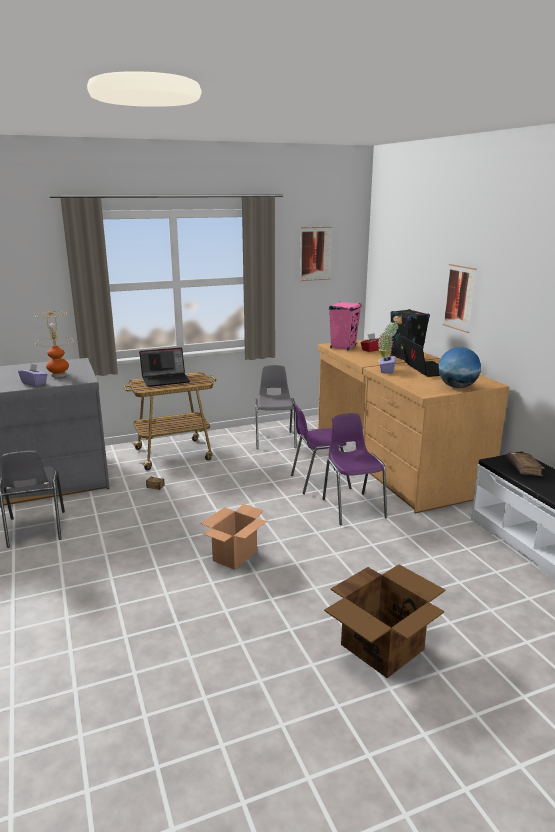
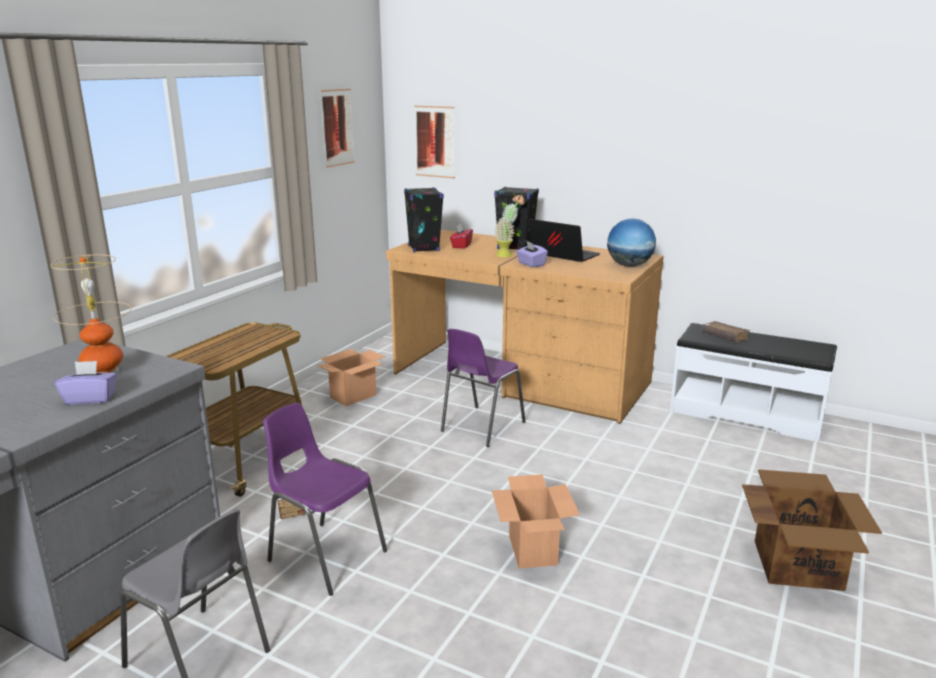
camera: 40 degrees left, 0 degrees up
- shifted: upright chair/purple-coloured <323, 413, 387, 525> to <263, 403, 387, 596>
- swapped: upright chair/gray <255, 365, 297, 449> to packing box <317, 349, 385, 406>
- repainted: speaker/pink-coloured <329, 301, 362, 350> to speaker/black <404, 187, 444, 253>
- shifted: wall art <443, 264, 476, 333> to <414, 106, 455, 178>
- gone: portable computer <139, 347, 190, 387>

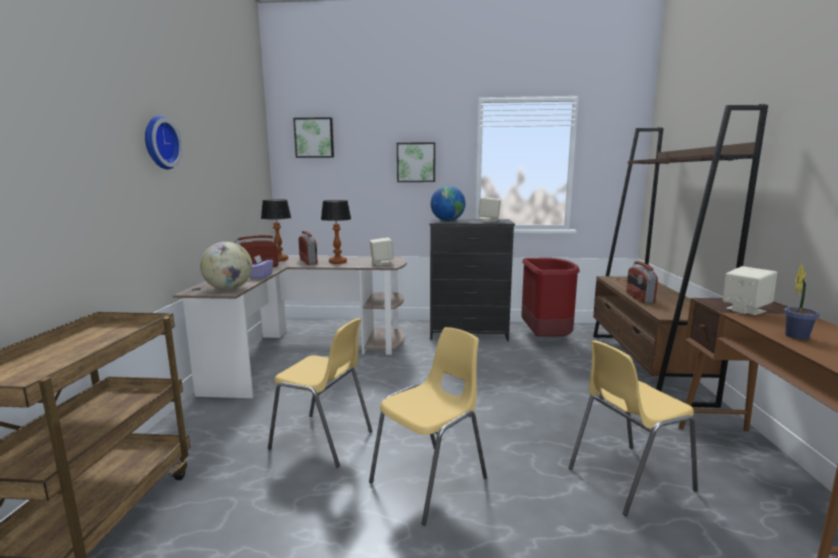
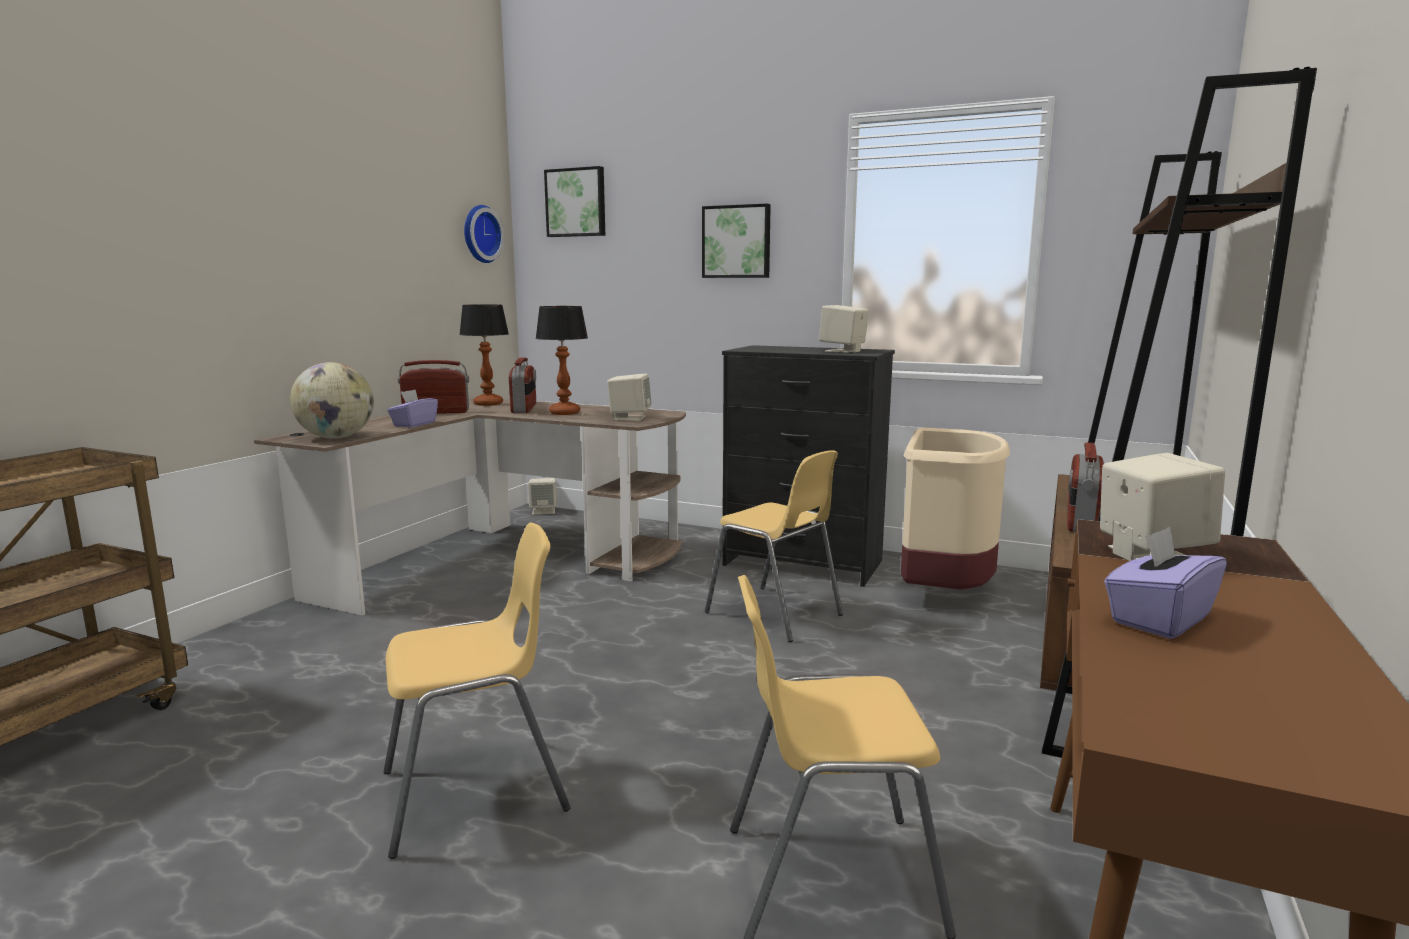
camera: 20 degrees right, 0 degrees up
- shifted: hanging clock <145, 116, 182, 170> to <464, 205, 504, 263>
- new: speaker/beige-coloured <528, 478, 557, 515>
- shifted: upright chair/yellow <268, 318, 373, 468> to <705, 450, 843, 642>
- repainted: waste bin/reddish <521, 258, 580, 337> to waste bin/beige-coloured <901, 428, 1010, 590>
- swapped: potted plant <784, 263, 820, 340> to box of tissues/purple-coloured <1104, 526, 1227, 639>
- gone: globe <431, 186, 465, 221>

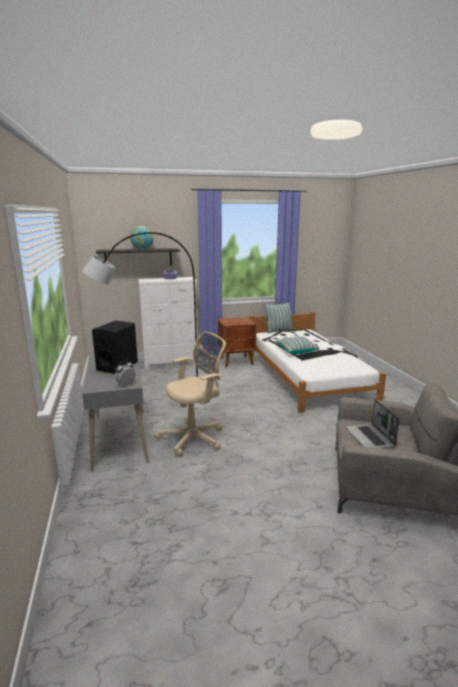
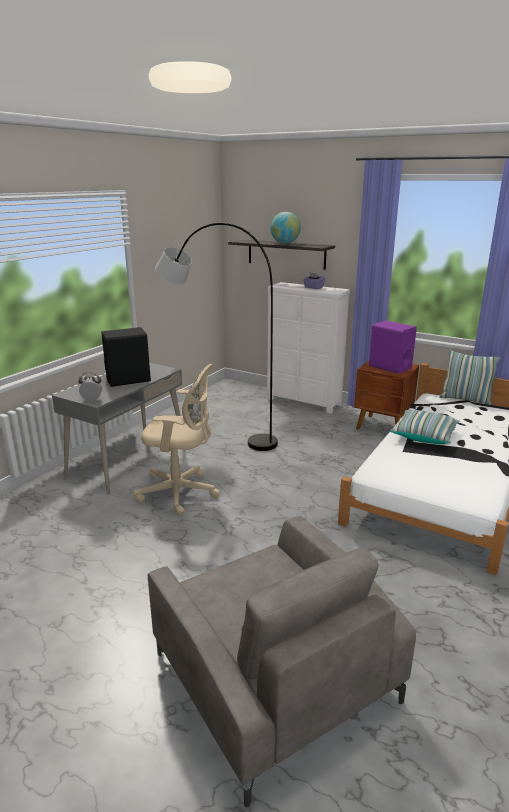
camera: 45 degrees right, 5 degrees up
- new: speaker/purple-coloured <369, 320, 417, 374>
- gone: portable computer <346, 399, 400, 449>

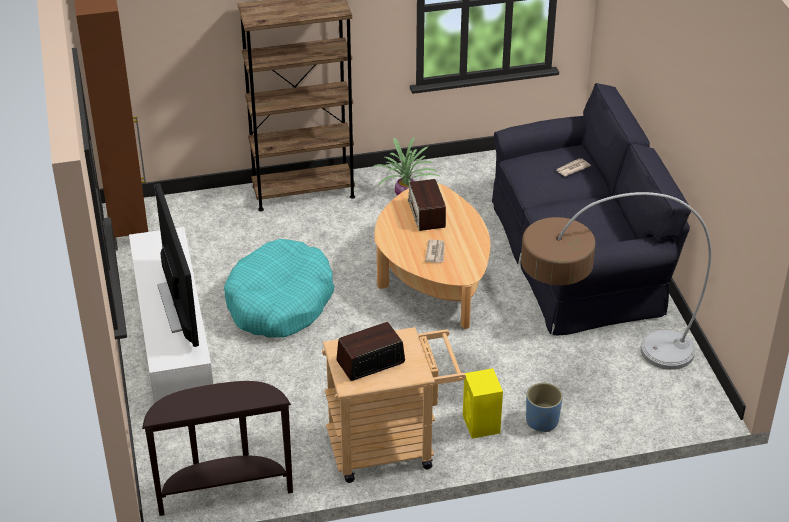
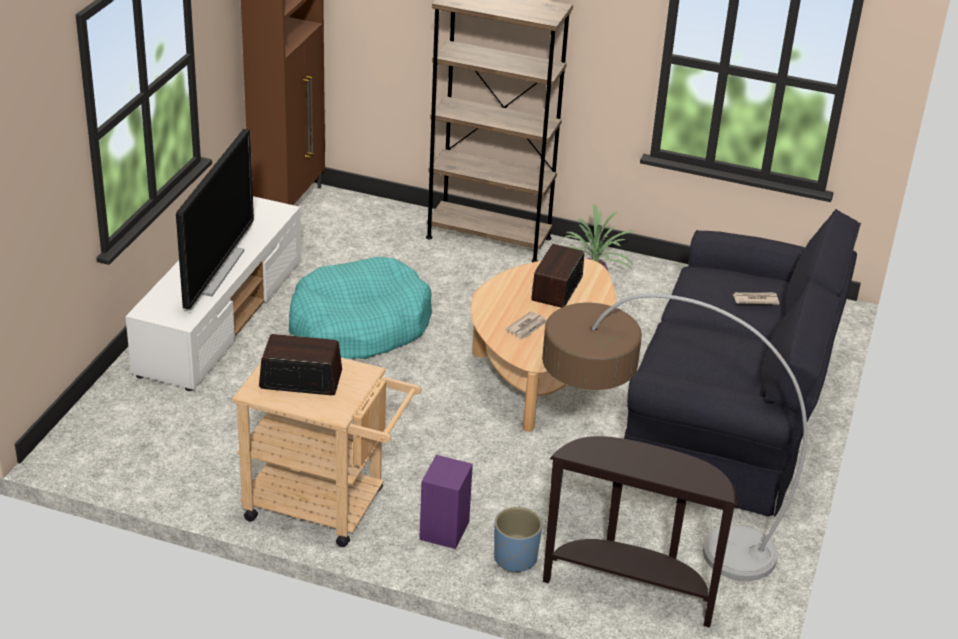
camera: 30 degrees right, 5 degrees down
- repainted: speaker/yellow <463, 368, 503, 439> to speaker/purple-coloured <419, 455, 473, 549>
- shifted: narrow table/brownish <142, 381, 293, 516> to <543, 436, 737, 628>

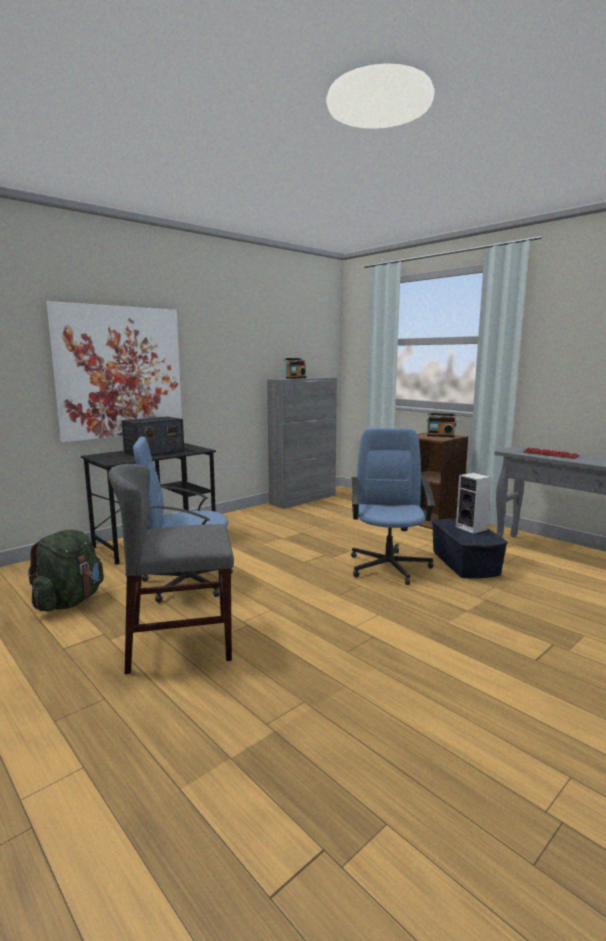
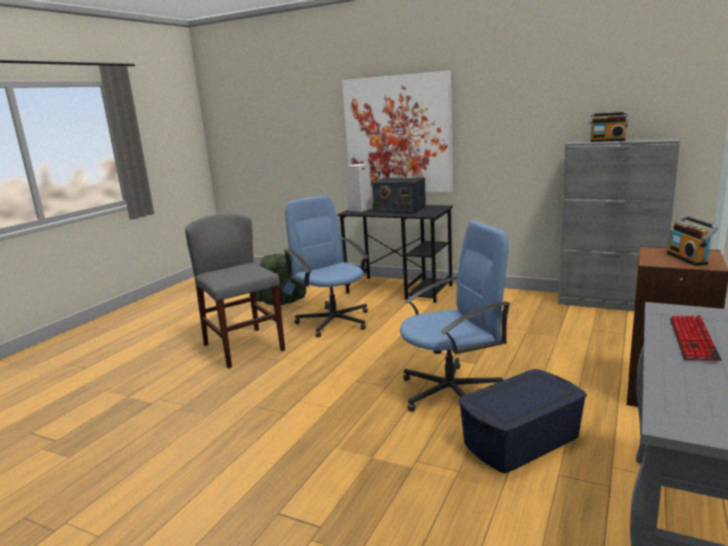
camera: 70 degrees right, 5 degrees up
- shifted: speaker <456, 473, 492, 534> to <345, 164, 373, 212>

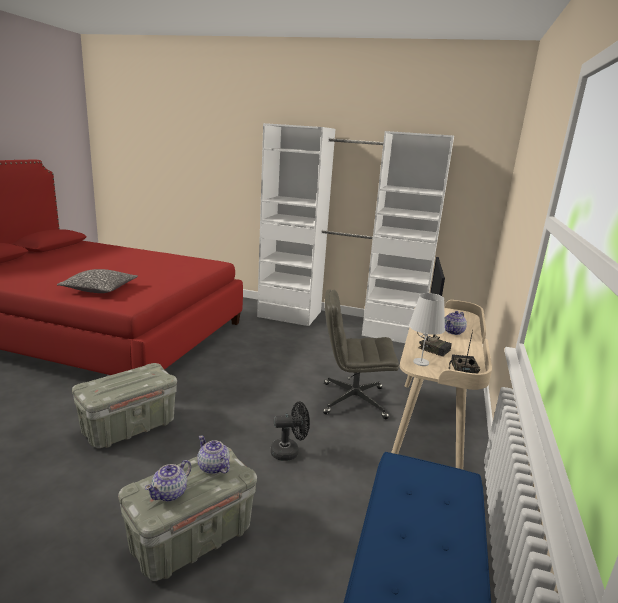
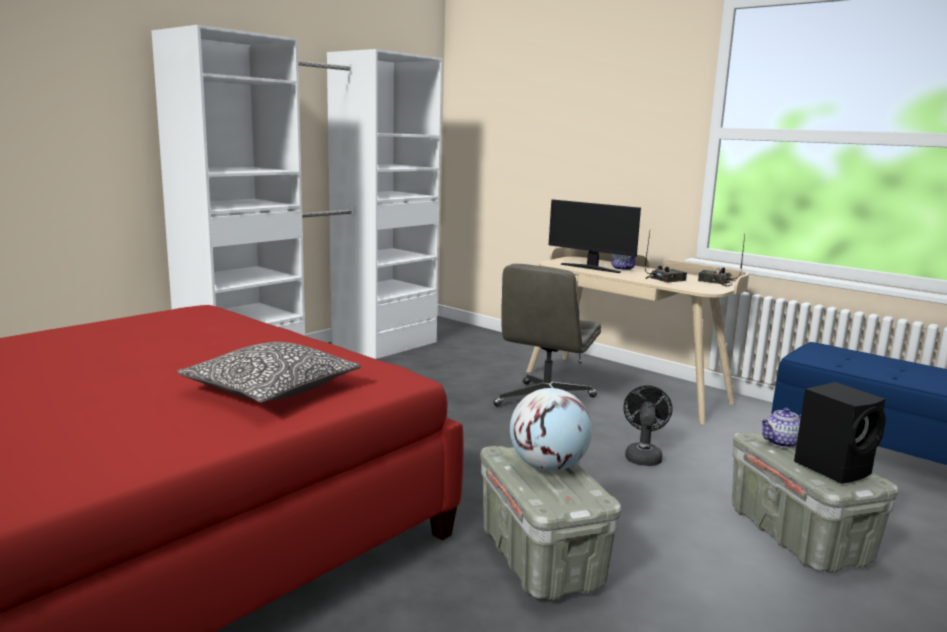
camera: 65 degrees left, 5 degrees down
- new: globe <510, 388, 592, 471>
- swapped: pot for tea <145, 460, 191, 502> to speaker/black <794, 382, 886, 484>
- gone: tabletop lamp/white-coloured <409, 293, 445, 366>

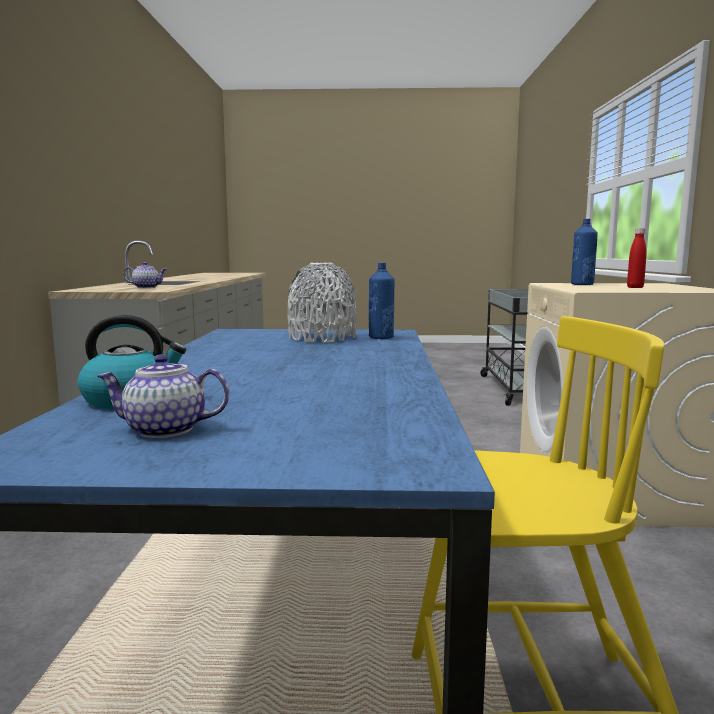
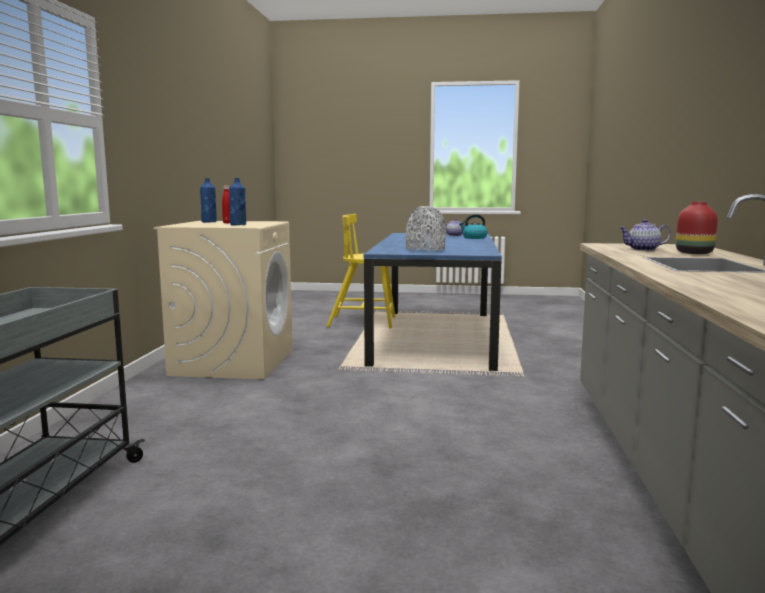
camera: 175 degrees left, 0 degrees up
- shifted: drink bottle/blue <369, 263, 395, 339> to <200, 178, 217, 223>
- new: vase/reddish <676, 202, 718, 254>

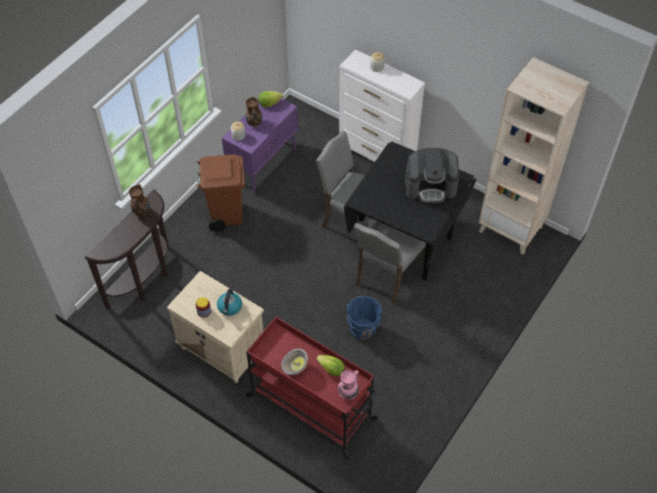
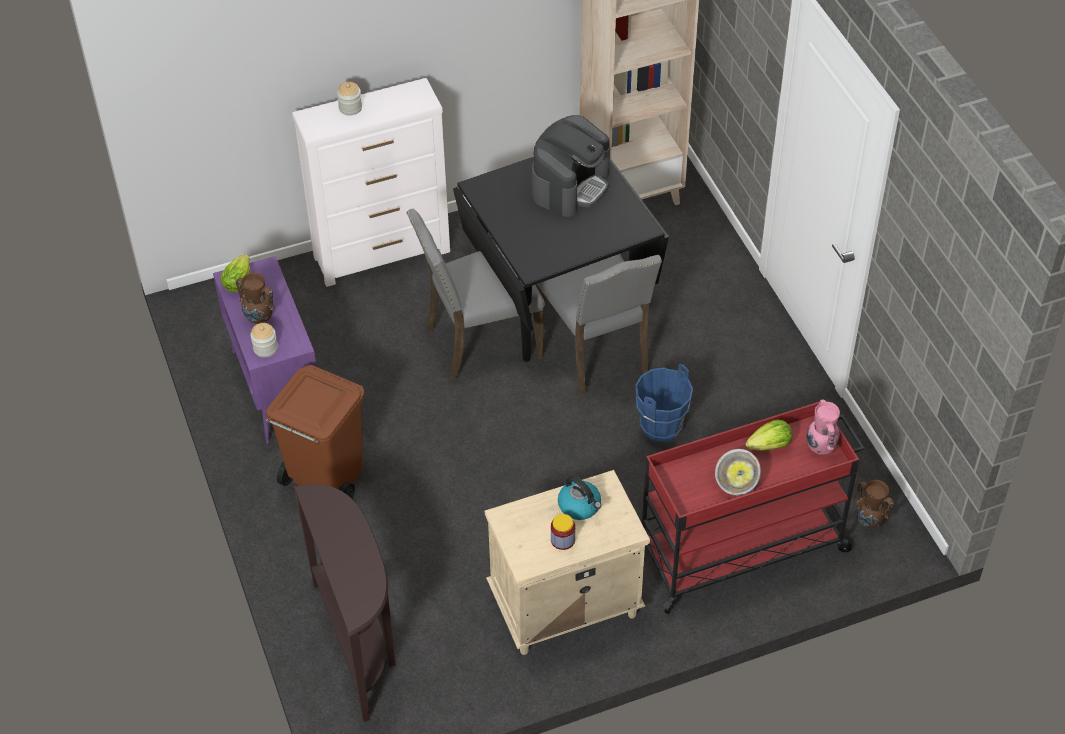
camera: 55 degrees left, 5 degrees down
- shifted: vase/brownish <129, 184, 150, 216> to <855, 480, 894, 529>

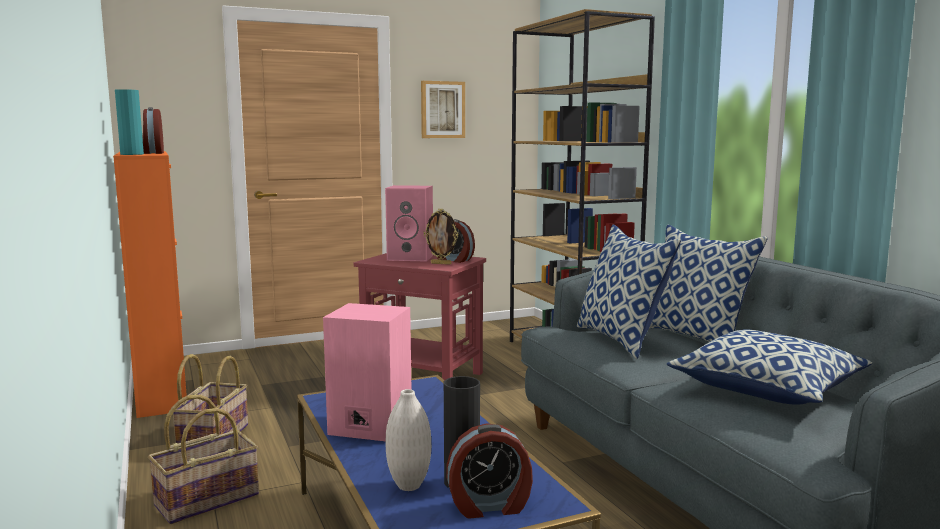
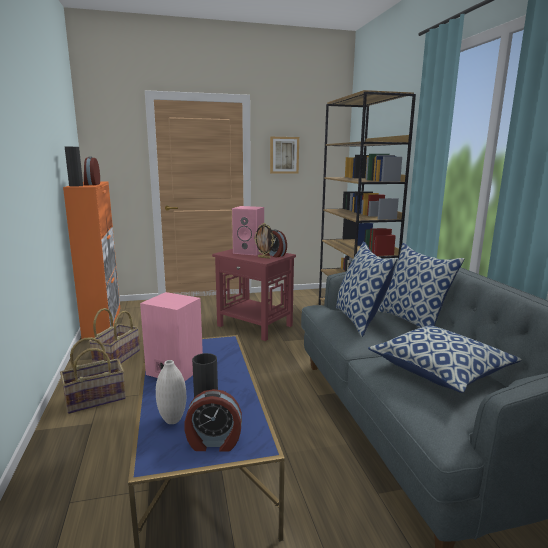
camera: 10 degrees right, 5 degrees up
- repainted: vase/turquoise-coloured <115, 89, 144, 155> to vase/black <65, 147, 83, 186>

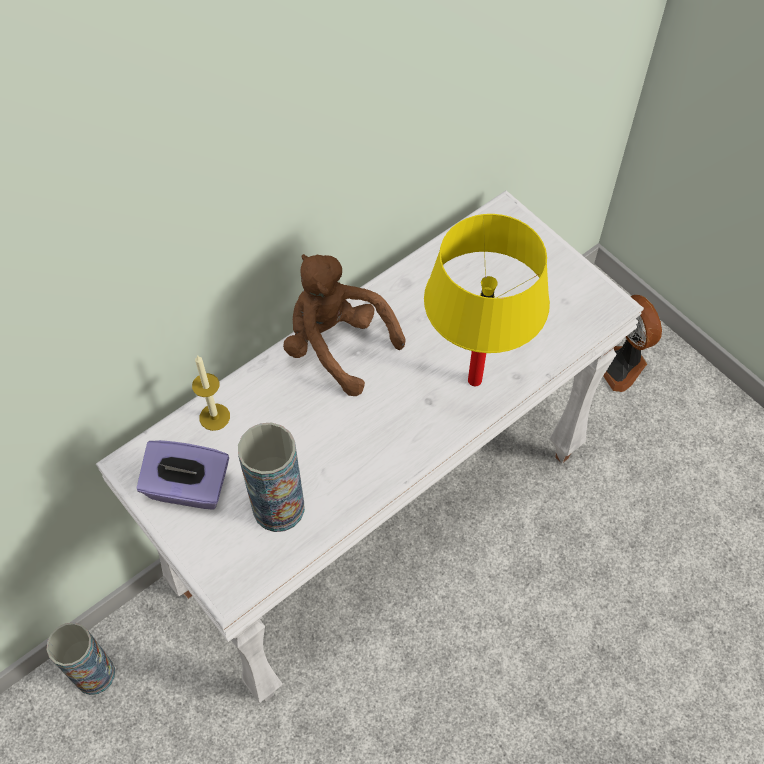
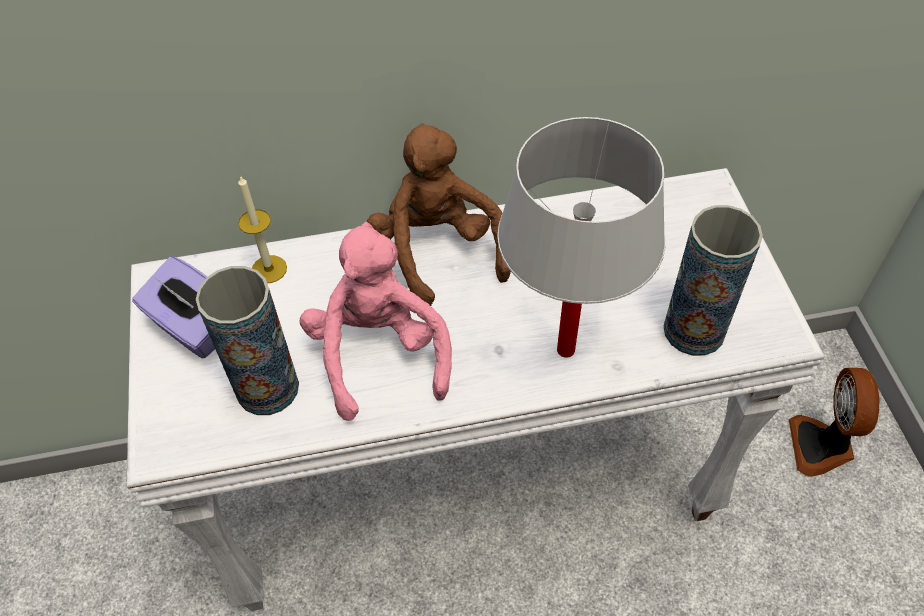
camera: 30 degrees right, 5 degrees down
- new: soft toy/pink-coloured <300, 222, 452, 421>
- repainted: tabletop lamp/yellow <424, 214, 550, 386> to tabletop lamp/white-coloured <497, 117, 665, 358>
- shifted: vase <47, 623, 115, 695> to <664, 205, 763, 356>

